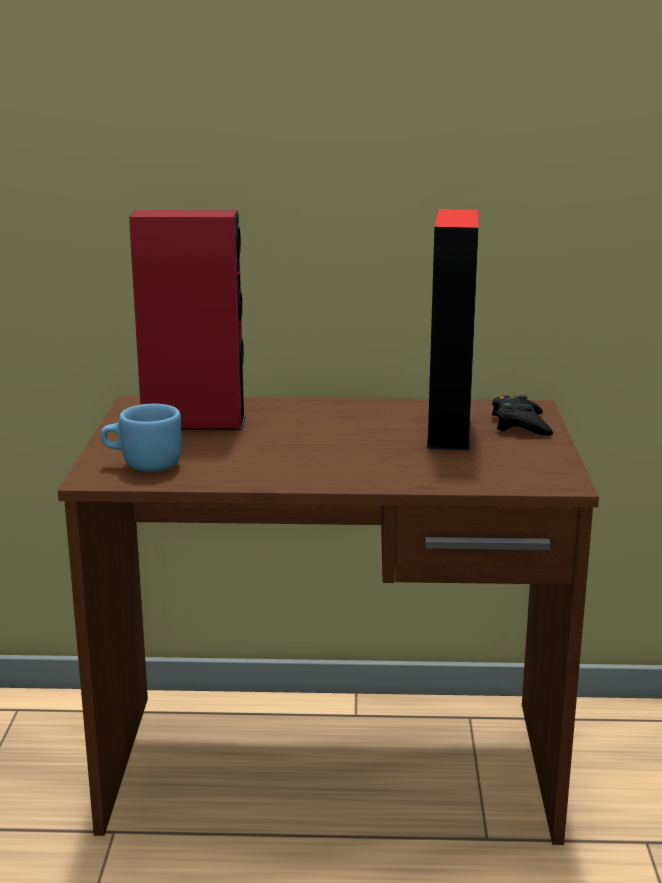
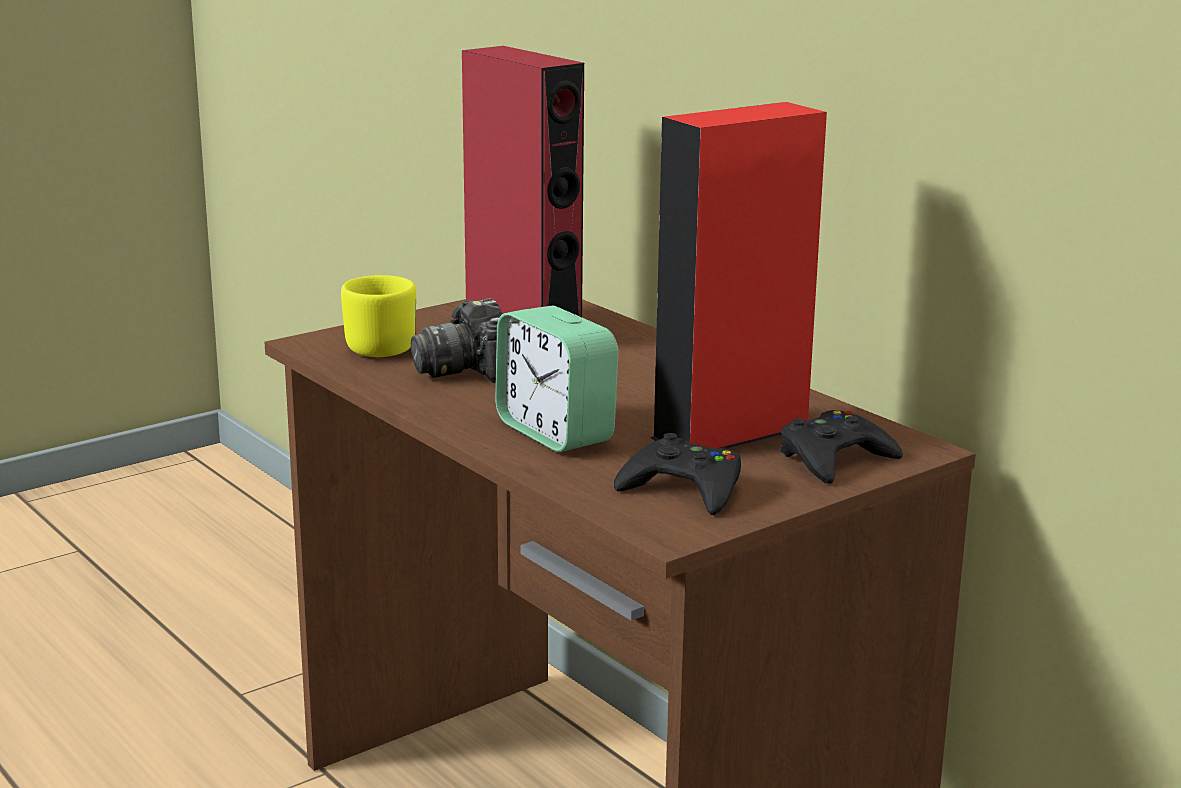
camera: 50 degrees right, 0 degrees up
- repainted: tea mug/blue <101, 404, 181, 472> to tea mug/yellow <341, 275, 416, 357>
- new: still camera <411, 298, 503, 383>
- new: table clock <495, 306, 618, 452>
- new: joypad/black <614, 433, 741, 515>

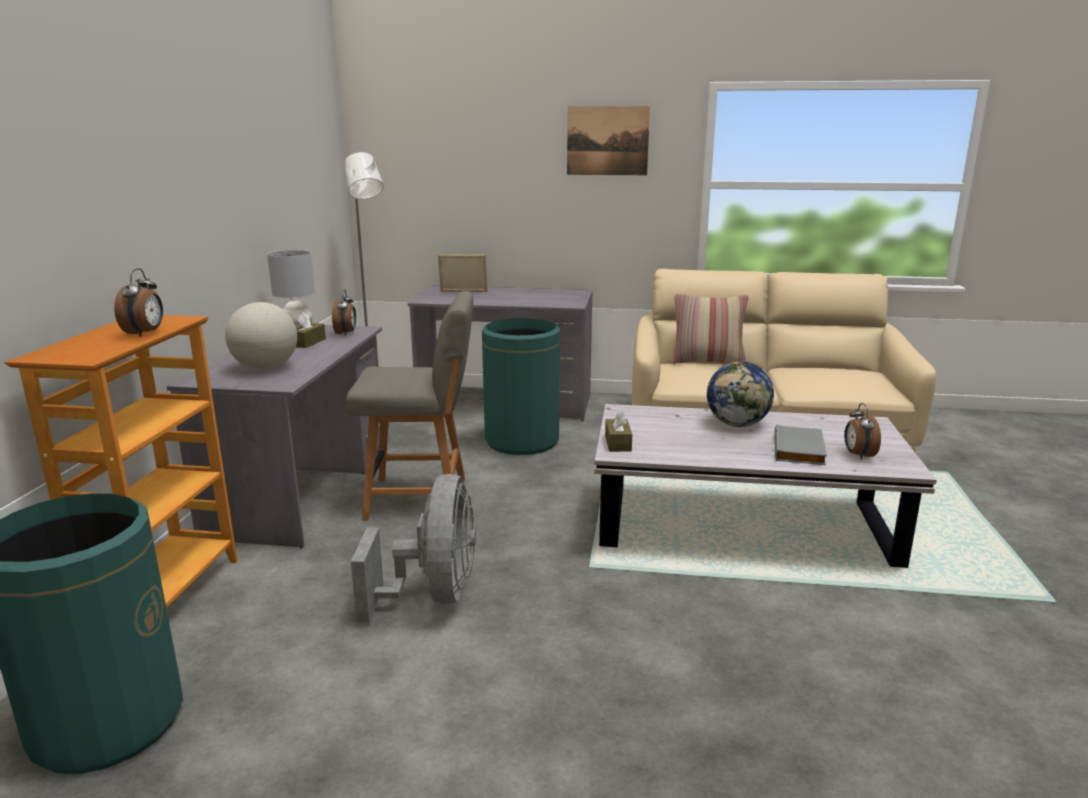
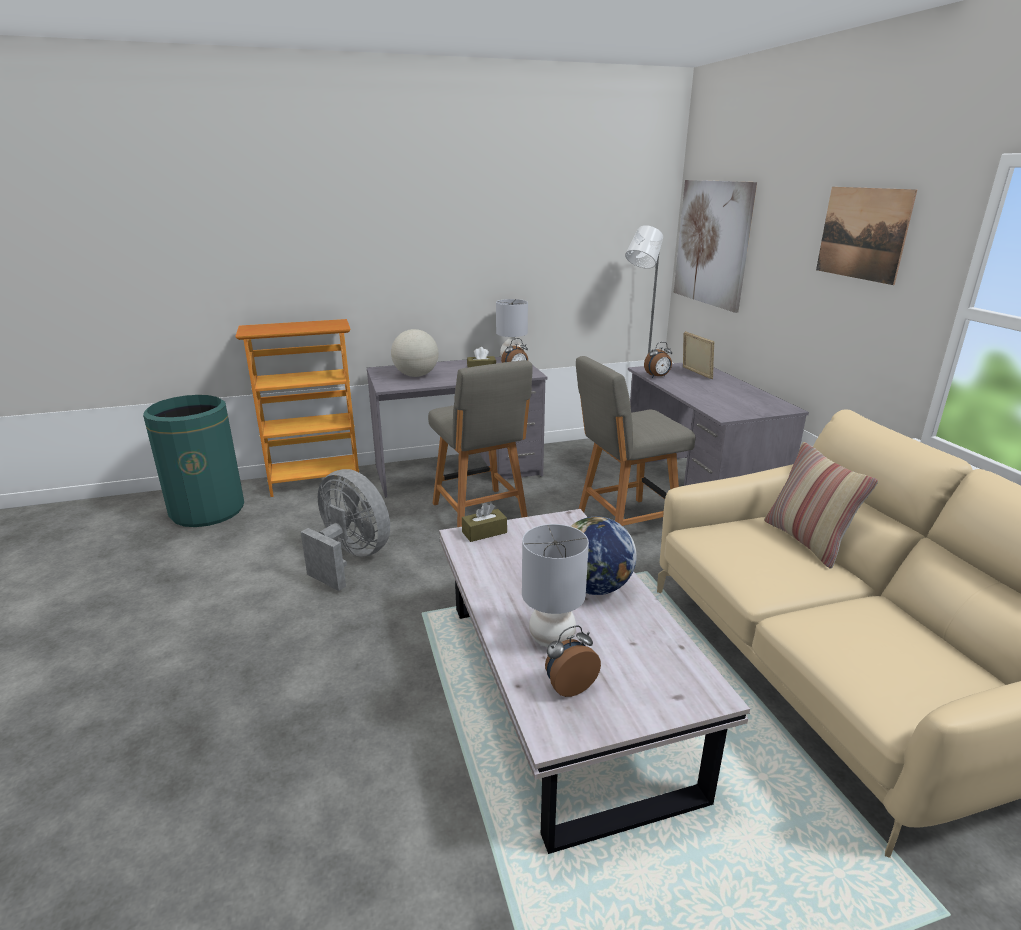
camera: 65 degrees right, 5 degrees up
- rotated: fan/gray <351, 474, 476, 622> = <301, 469, 390, 591> 120 degrees counterclockwise
- swapped: book/gray <774, 425, 827, 465> to tabletop lamp/gray <522, 524, 589, 647>
- swapped: waste bin/green <482, 318, 560, 455> to upright chair/gray <576, 356, 696, 526>
- shifted: table clock <114, 269, 163, 337> to <644, 342, 672, 378>
- new: wall art <674, 180, 757, 313>

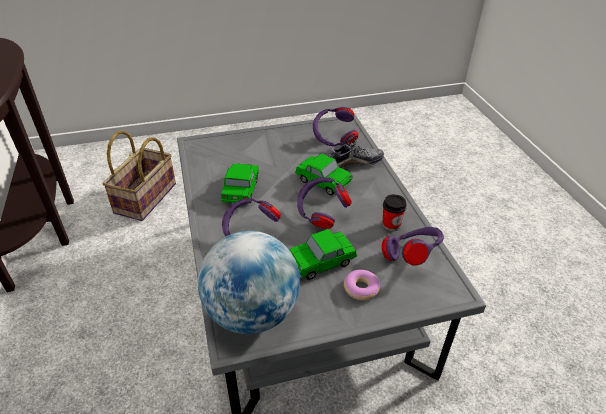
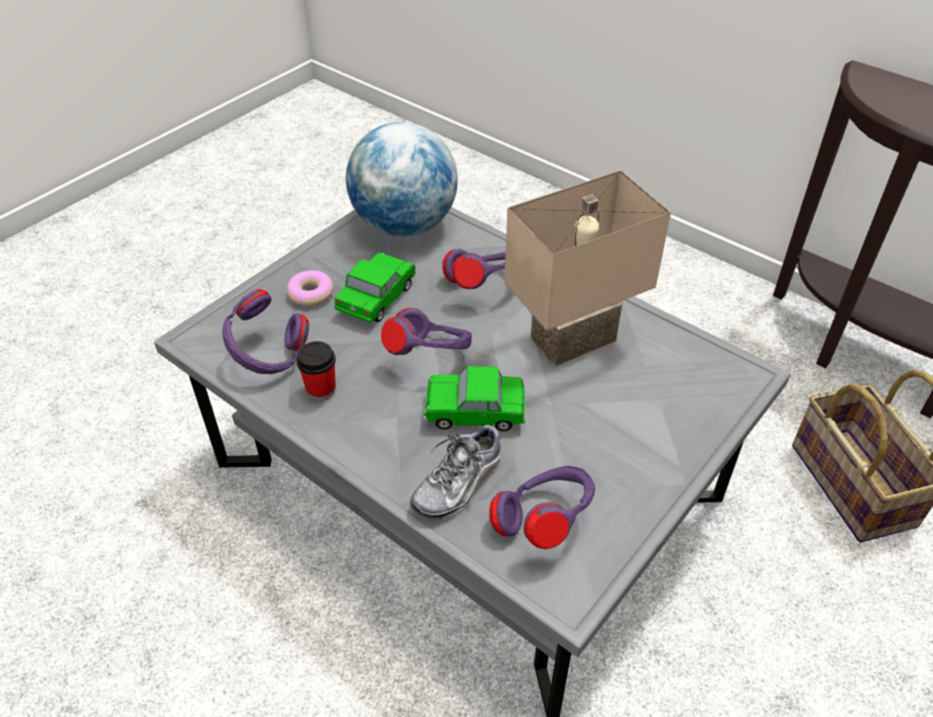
camera: 145 degrees right, 5 degrees up
- swapped: miniature car <221, 164, 259, 204> to tabletop lamp/beige-coloured <504, 170, 671, 366>

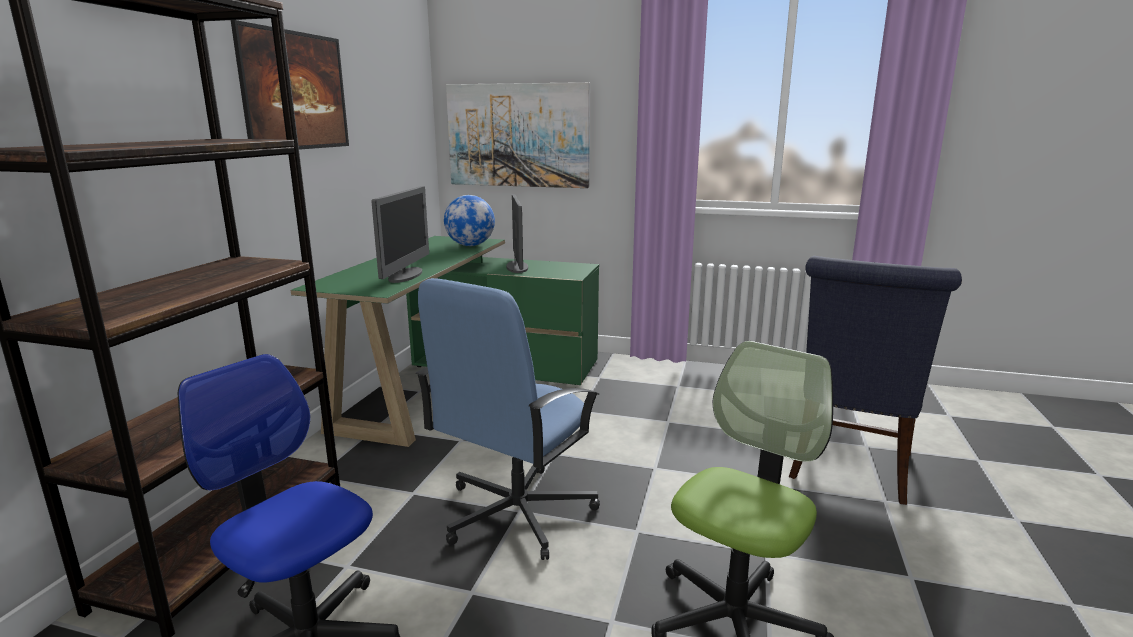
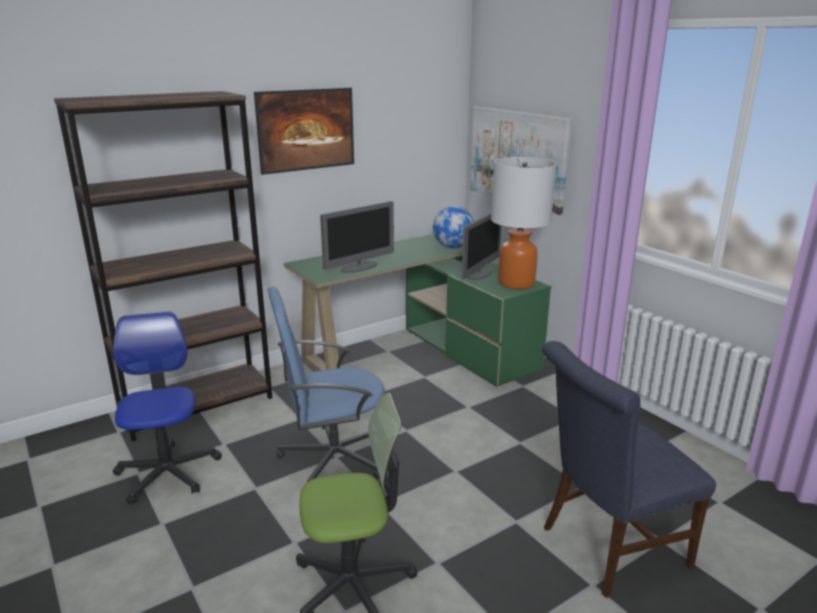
camera: 40 degrees right, 5 degrees up
- new: tabletop lamp <491, 157, 557, 289>

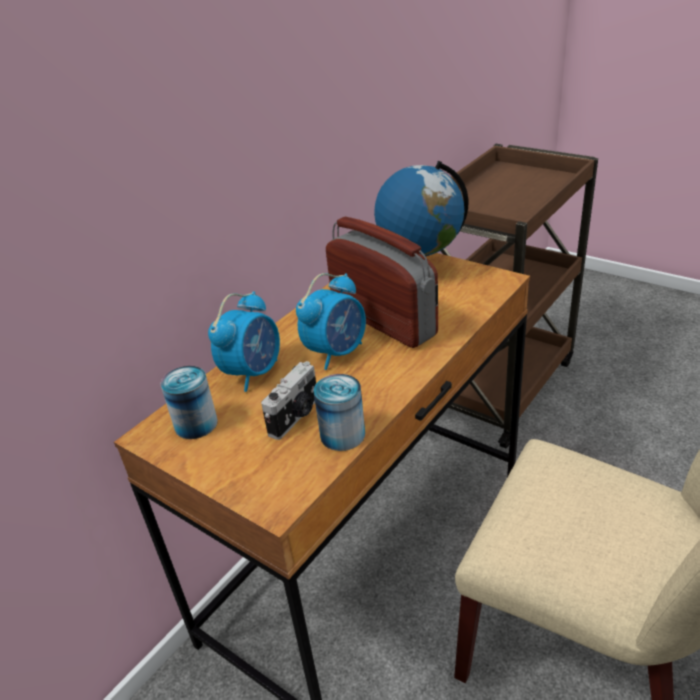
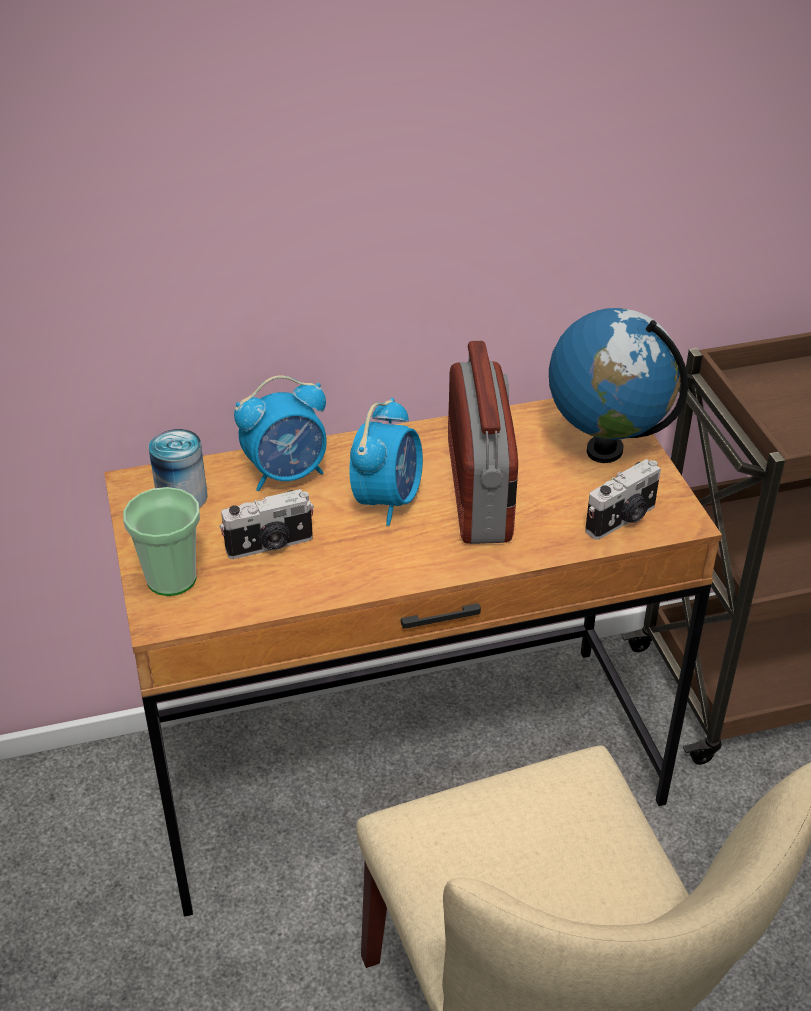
camera: 35 degrees right, 5 degrees up
- new: cup <123, 487, 200, 596>
- rotated: table clock <296, 273, 366, 370> = <349, 398, 423, 526> 60 degrees counterclockwise
- new: still camera <585, 459, 661, 540>
- gone: can <314, 374, 365, 451>

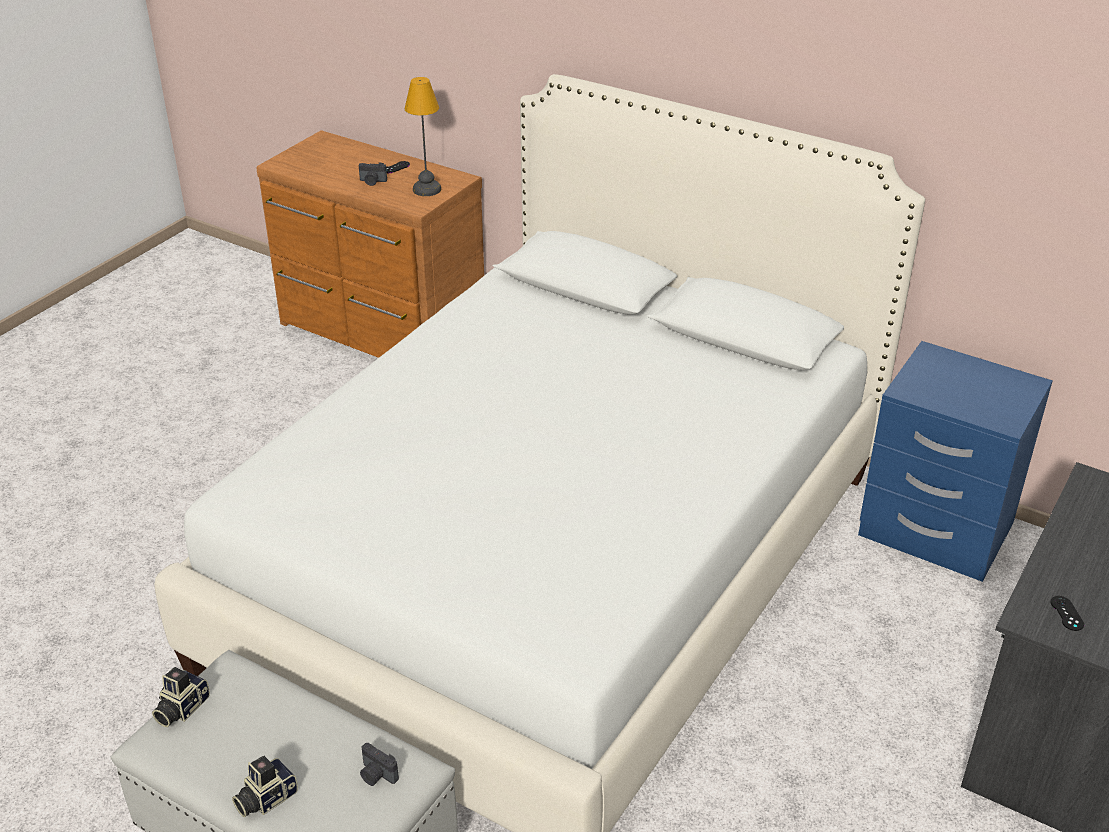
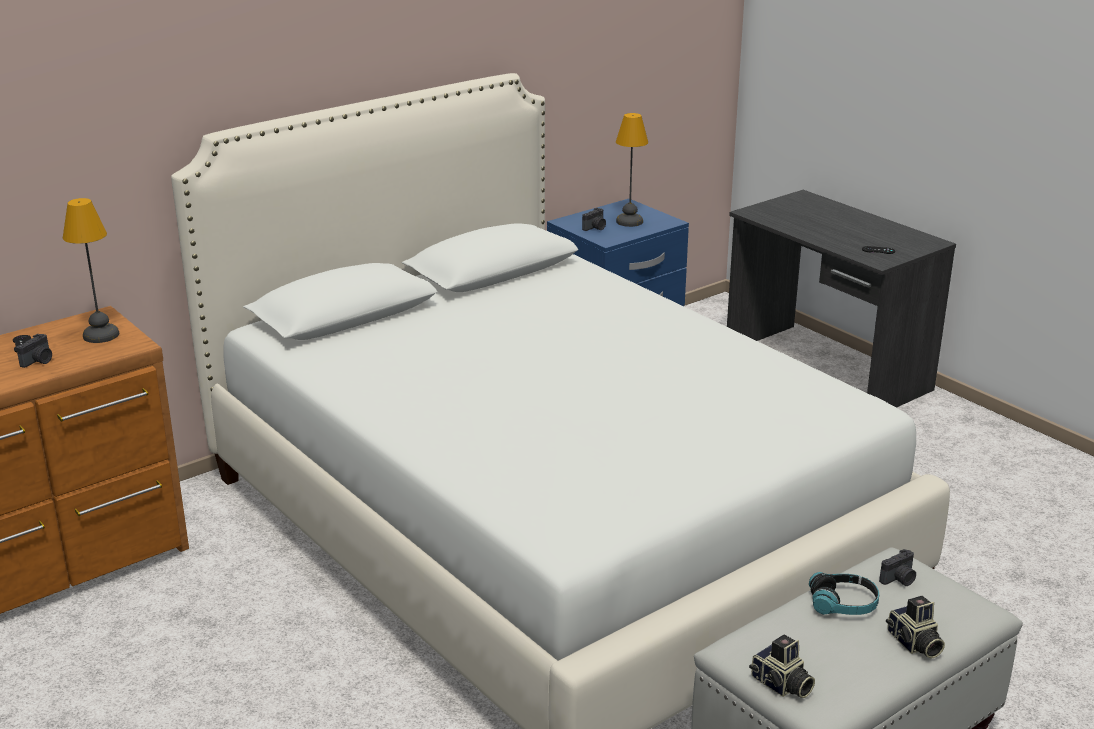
camera: 70 degrees left, 10 degrees down
- new: still camera <582, 208, 606, 231>
- new: tabletop lamp <616, 113, 648, 227>
- new: headphones <809, 572, 879, 615>

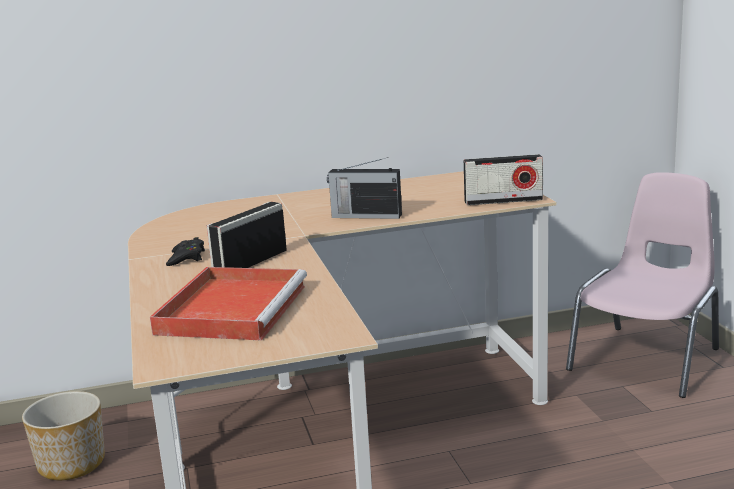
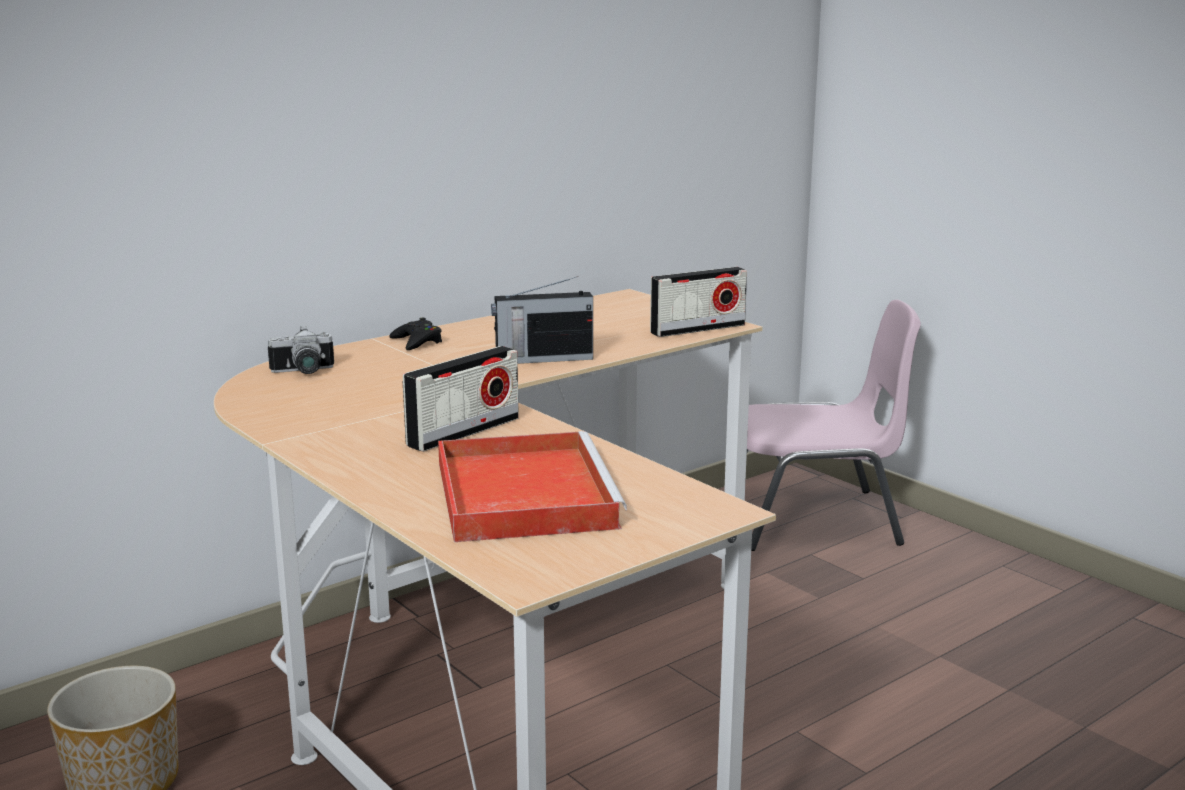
camera: 25 degrees left, 0 degrees up
- new: still camera <268, 326, 334, 374>
- shifted: joypad/black <166, 237, 205, 266> to <389, 318, 442, 350>
- rotated: radio set <207, 202, 287, 268> = <403, 346, 519, 452> 150 degrees counterclockwise
- rotated: upright chair/pink-coloured <566, 172, 719, 398> = <747, 300, 921, 551> 75 degrees clockwise

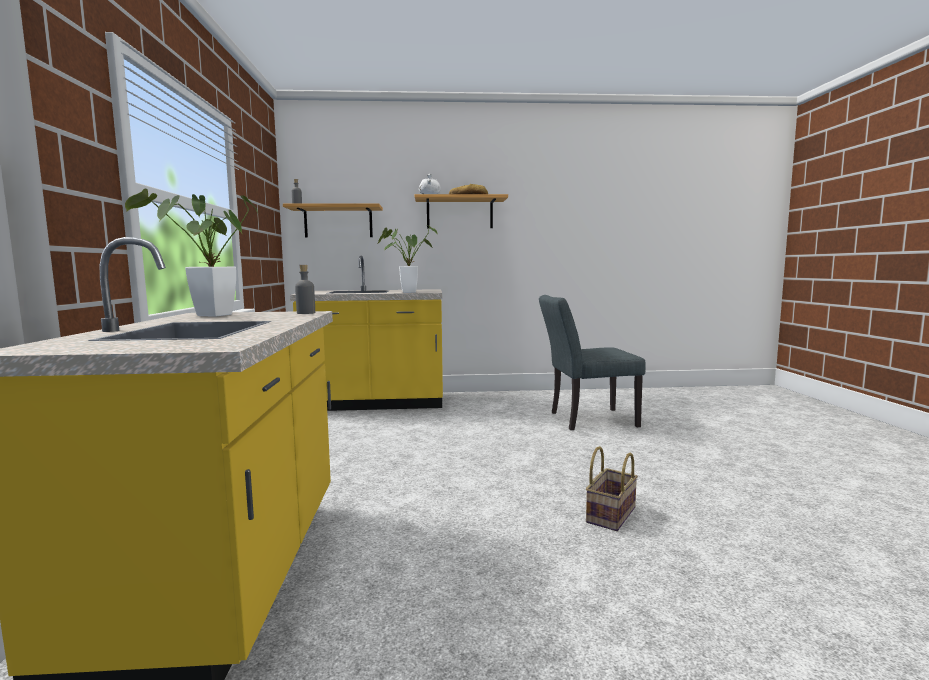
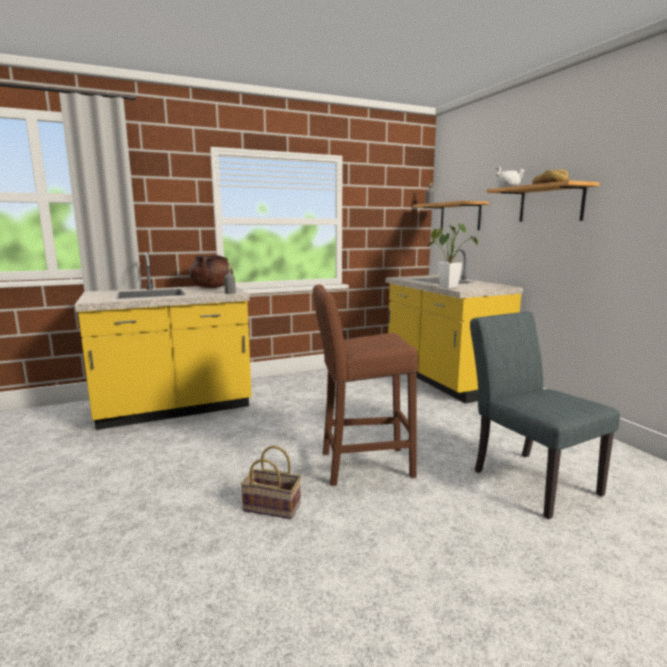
camera: 70 degrees right, 5 degrees up
- swapped: potted plant <125, 189, 258, 317> to stockpot/brownish <189, 254, 233, 288>
- new: sitting stool/brownish <313, 284, 418, 486>

